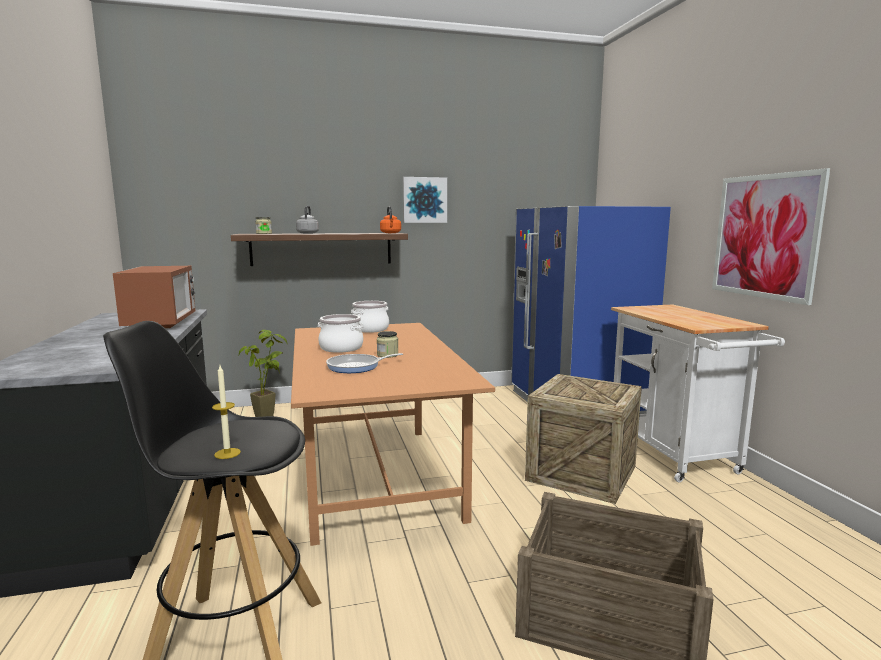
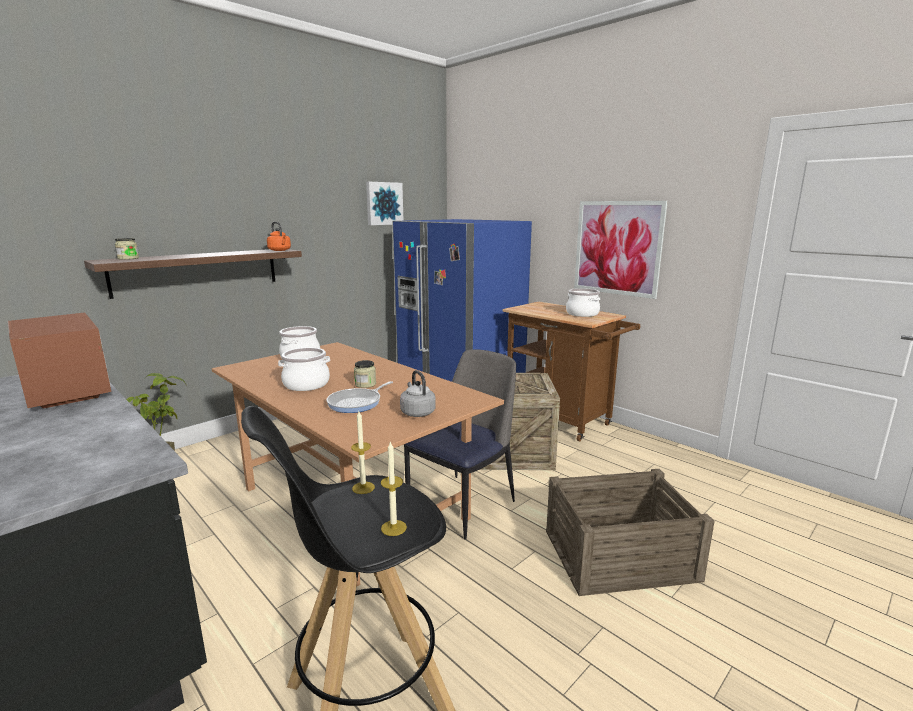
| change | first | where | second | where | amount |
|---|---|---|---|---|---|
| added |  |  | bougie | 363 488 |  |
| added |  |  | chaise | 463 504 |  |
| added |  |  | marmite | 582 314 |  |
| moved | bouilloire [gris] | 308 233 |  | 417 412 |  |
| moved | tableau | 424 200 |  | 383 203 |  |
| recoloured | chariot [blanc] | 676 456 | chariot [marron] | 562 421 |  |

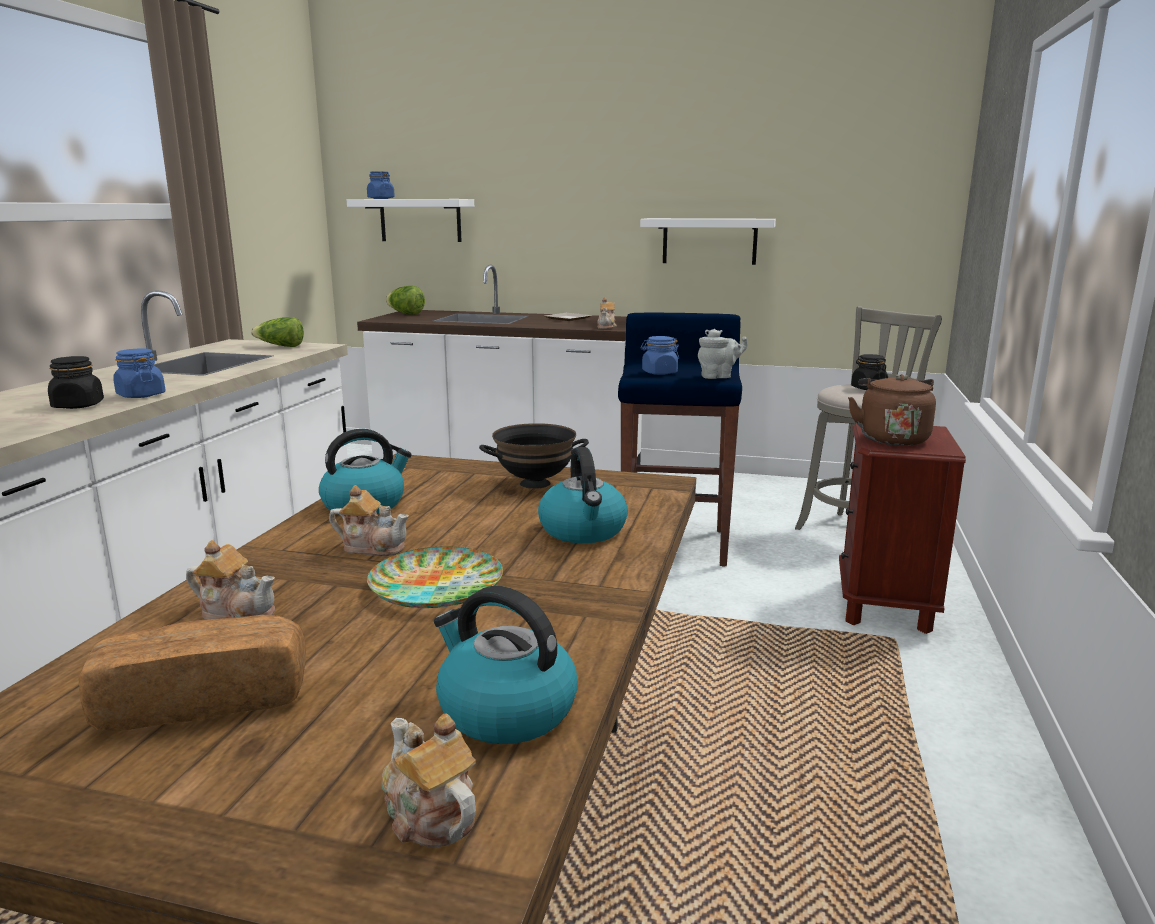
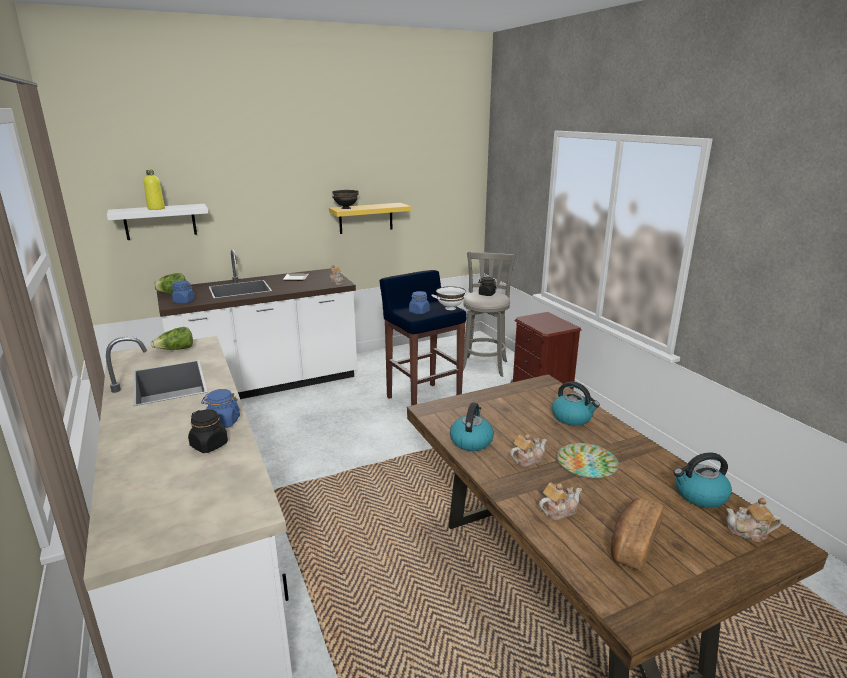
| change | first | where | second | where | amount |
|---|---|---|---|---|---|
| removed | bouilloire [marron] | 891 438 |  |  |  |
| added |  |  | bouteille [jaune] | 156 208 |  |
| moved | bocal [bleu] | 380 198 |  | 184 301 |  |
| moved | bol [noir] | 535 483 |  | 346 208 |  |
| replaced | théière [gris] | 718 377 | bol [blanc] | 450 308 |  |
| recoloured | étagère [blanc] | 709 241 | étagère [jaune] | 366 218 |  |

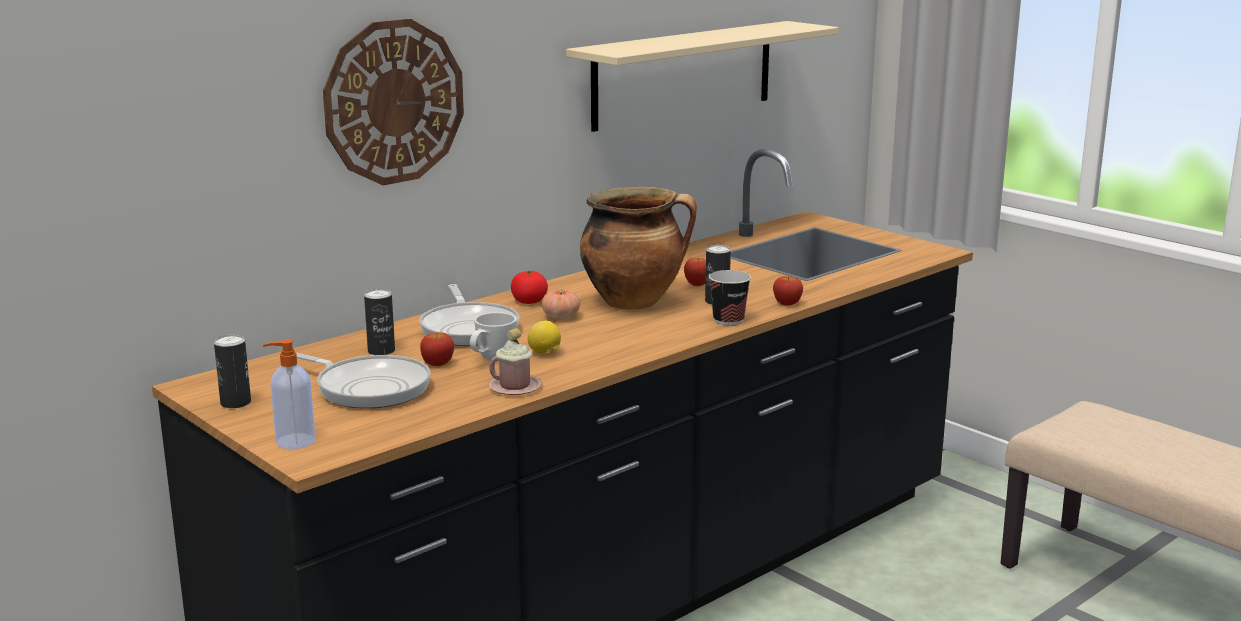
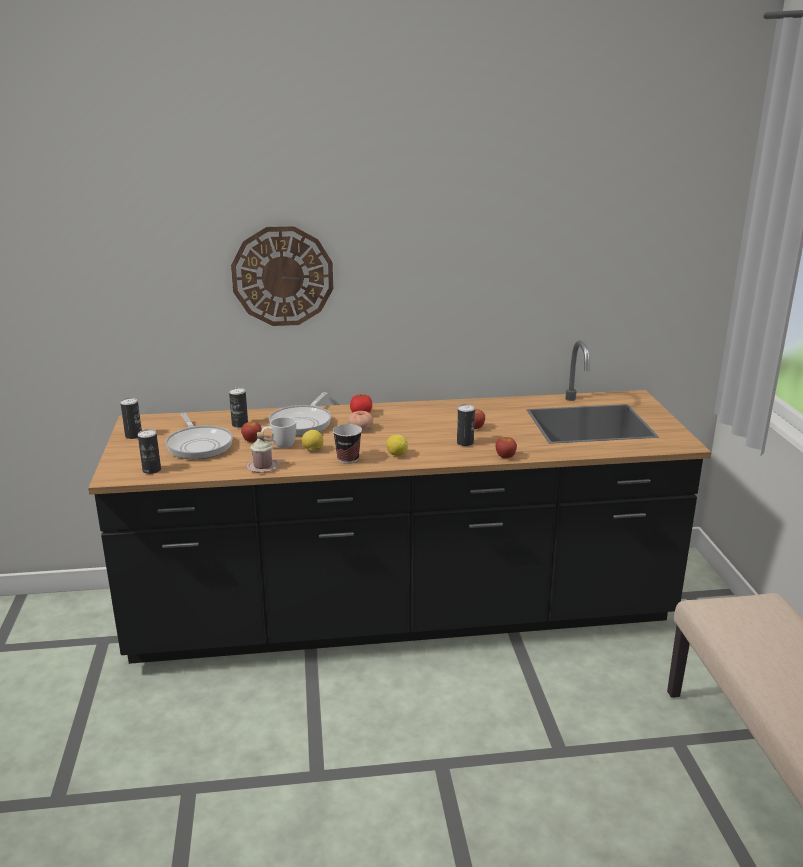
| change | first | where | second | where | amount |
|---|---|---|---|---|---|
| removed | distributeur de savon | 294 441 |  |  |  |
| removed | étagère [beige] | 683 74 |  |  |  |
| removed | marmite | 635 302 |  |  |  |
| added |  |  | boîte métallique | 151 470 |  |
| added |  |  | citron | 396 454 |  |
| moved | tasse | 728 320 |  | 348 459 |  |

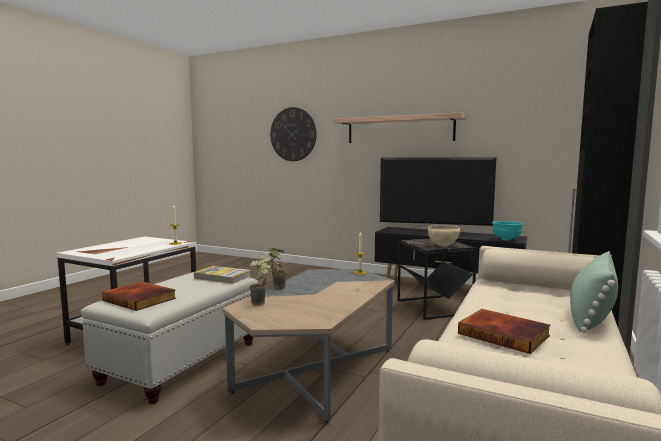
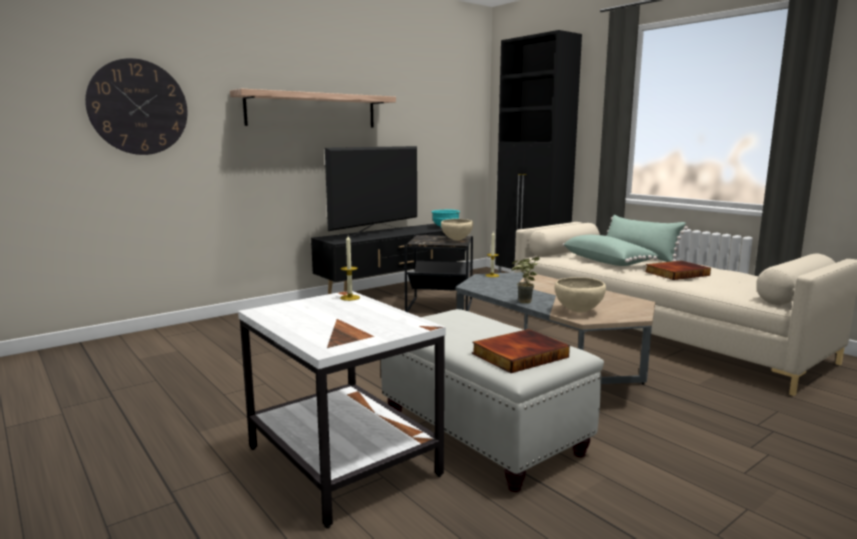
| change | first | where | second | where | amount |
|---|---|---|---|---|---|
| removed | livre | 222 277 |  |  |  |
| added |  |  | coussin [vert] | 607 262 |  |
| replaced | plante en pot | 261 304 | bol [beige] | 578 311 |  |

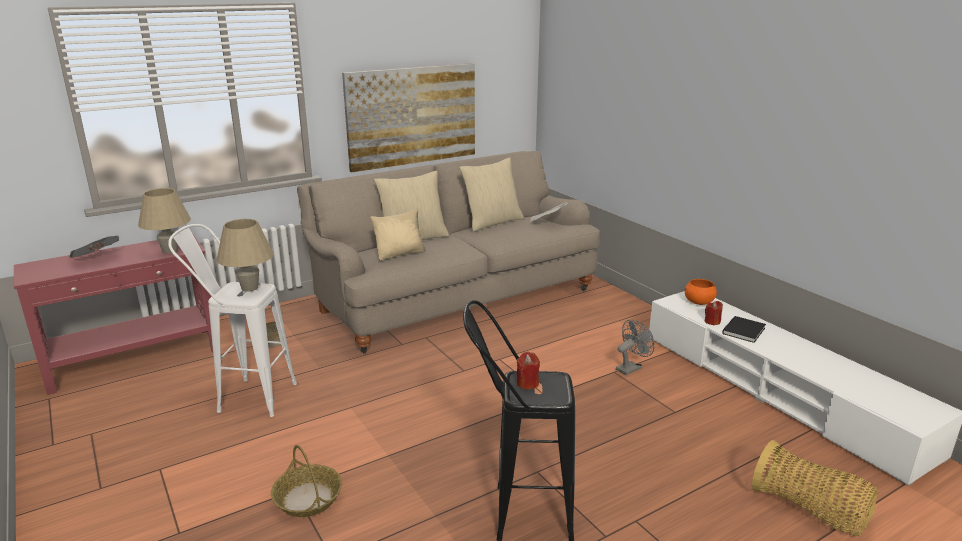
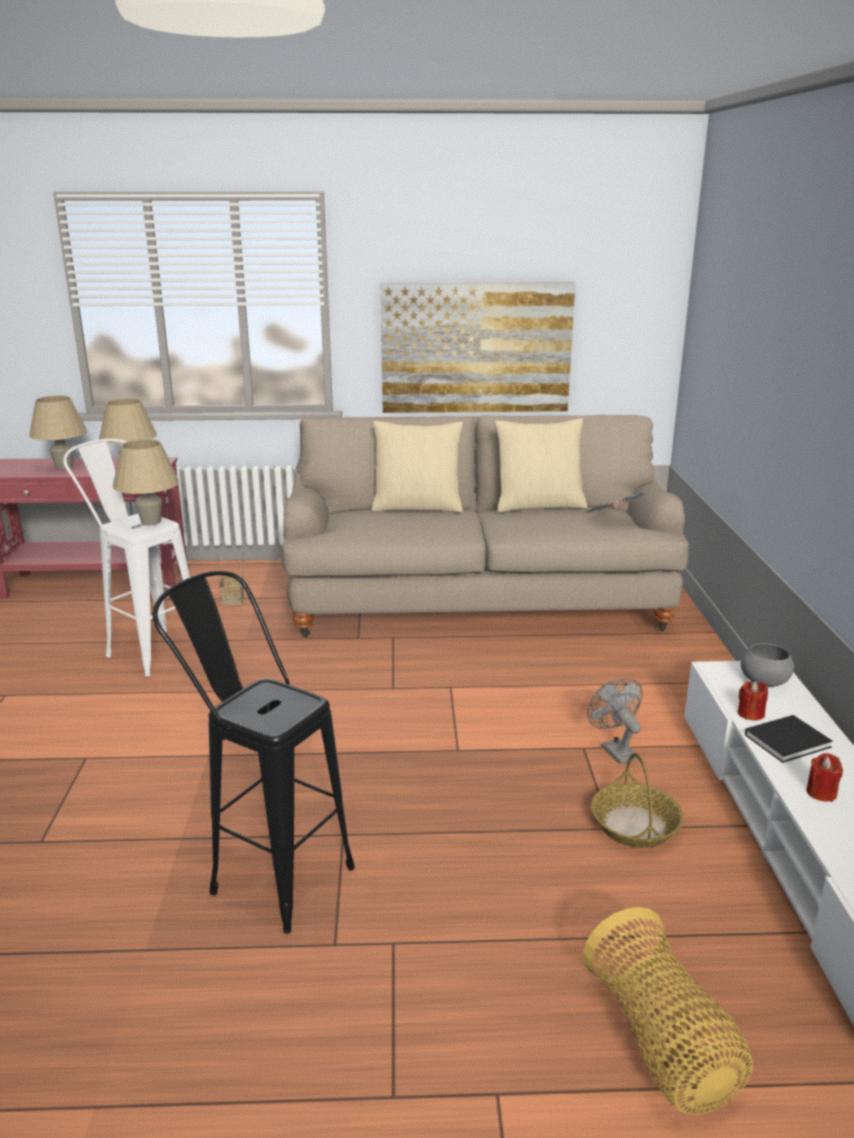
| change | first | where | second | where | amount |
|---|---|---|---|---|---|
| removed | coussin [beige] | 400 254 |  |  |  |
| moved | panier | 308 498 |  | 635 825 |  |
| moved | bougie [rouge] | 527 383 |  | 821 793 |  |
| replaced | journal | 97 259 | lampe de table [beige] | 64 466 |  |
| recoloured | bol [orange] | 699 302 | bol [gris] | 764 682 |  |
| turned | ventilateur [gris] | 631 367 |  | 614 750 | 105 degrees counterclockwise |

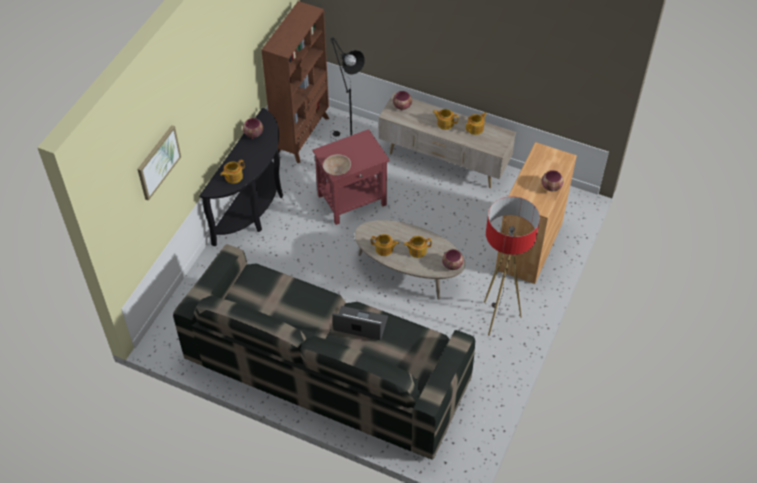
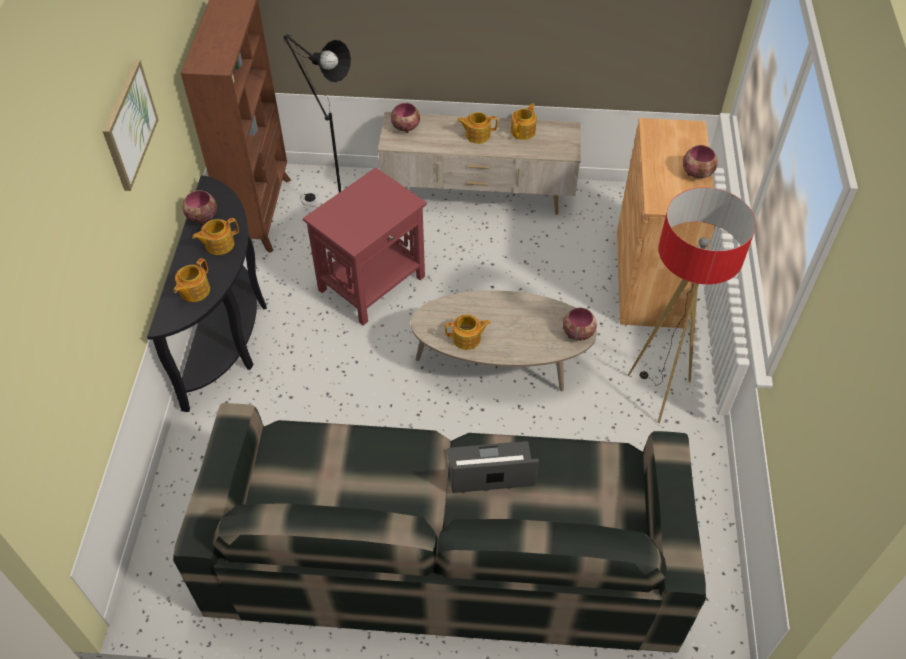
| change | first | where | second | where | amount |
|---|---|---|---|---|---|
| removed | bol [beige] | 336 170 |  |  |  |
| moved | tableau | 158 162 |  | 129 124 |  |
| moved | théière | 417 250 |  | 219 244 |  |

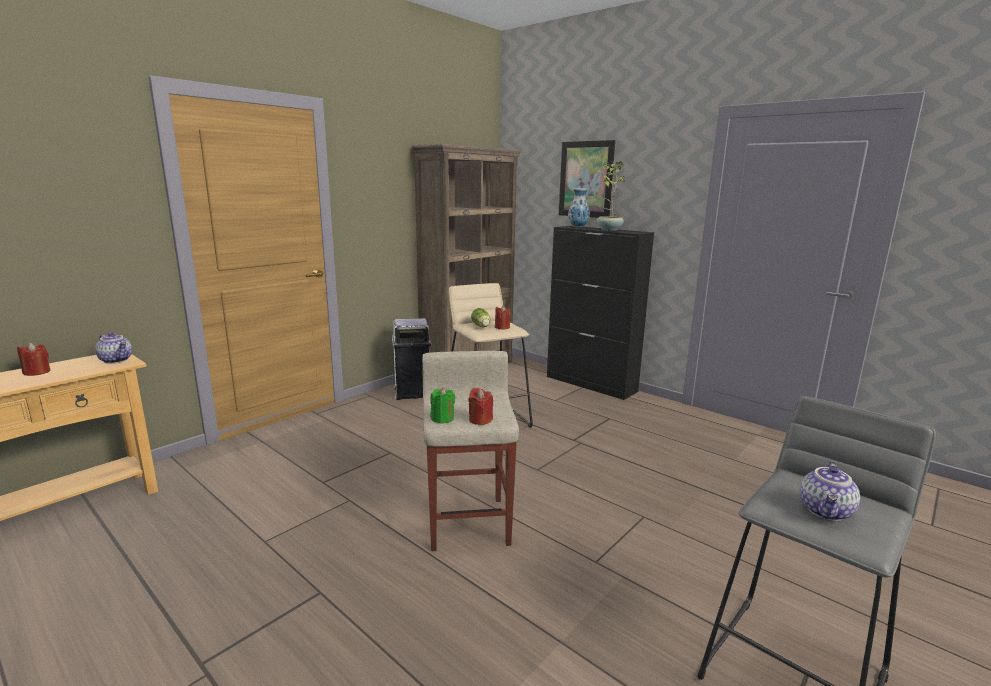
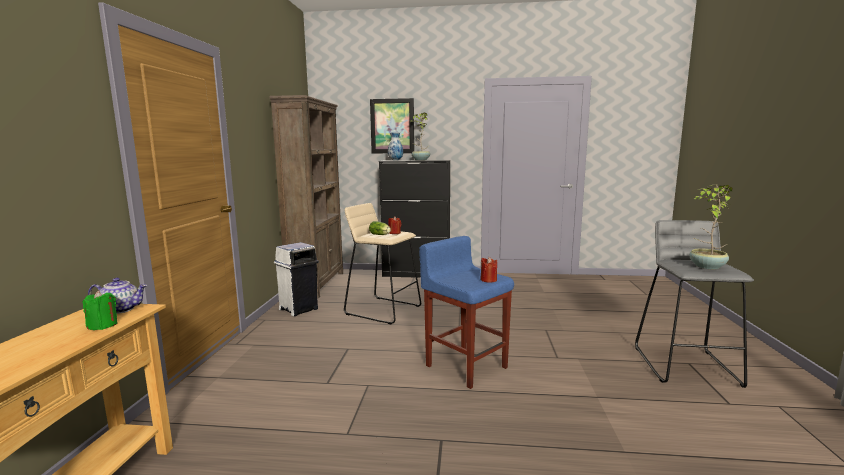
| change | first | where | second | where | amount |
|---|---|---|---|---|---|
| removed | bougie [rouge] | 37 372 |  |  |  |
| moved | bougie [vert] | 442 419 |  | 103 325 |  |
| replaced | théière | 827 512 | plante en pot | 706 267 |  |
| recoloured | tabouret [beige] | 468 522 | tabouret [bleu] | 465 366 |  |

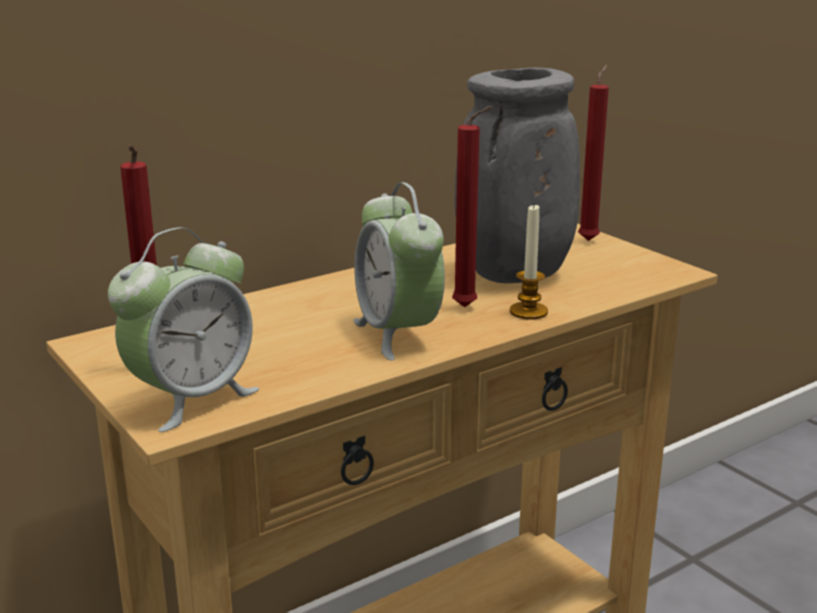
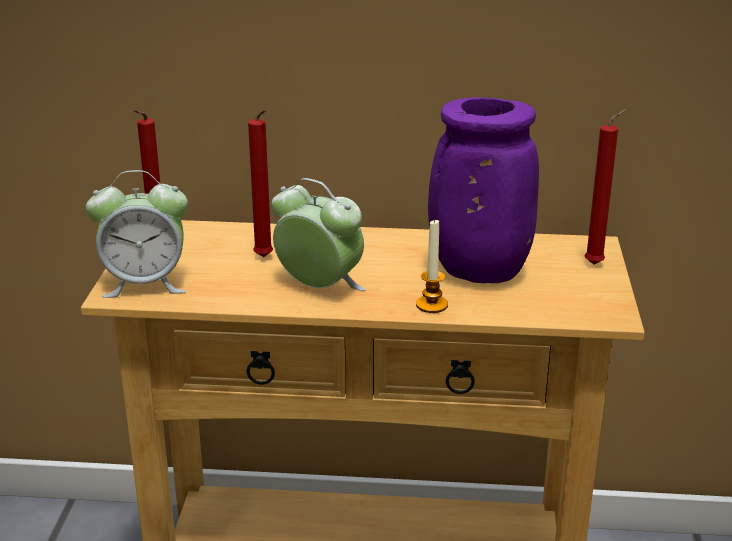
| change | first | where | second | where | amount |
|---|---|---|---|---|---|
| moved | bougie [rouge] | 468 307 |  | 265 258 |  |
| recoloured | vase [gris] | 513 275 | vase [violet] | 476 273 |  |
| turned | réveil | 398 334 |  | 319 288 | 105 degrees clockwise |

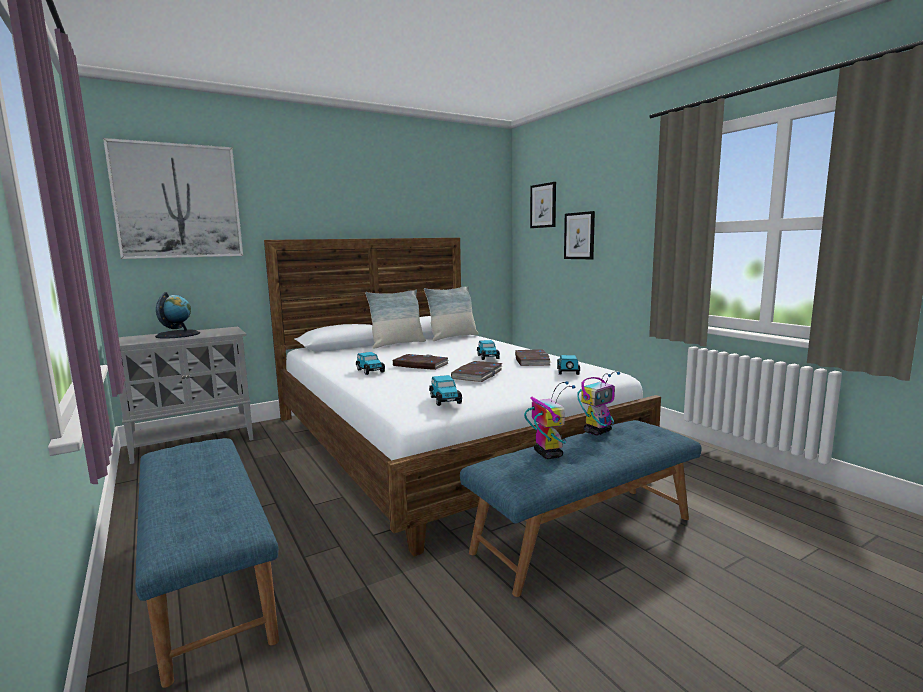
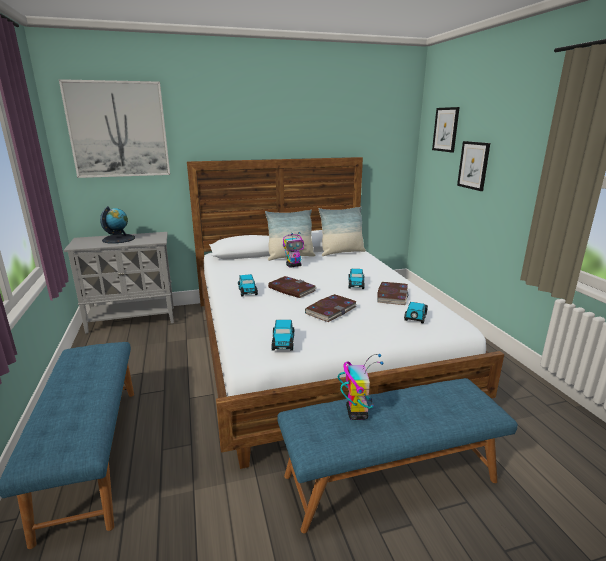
| change | first | where | second | where | amount |
|---|---|---|---|---|---|
| moved | robot jouet | 597 431 |  | 294 266 |  |

